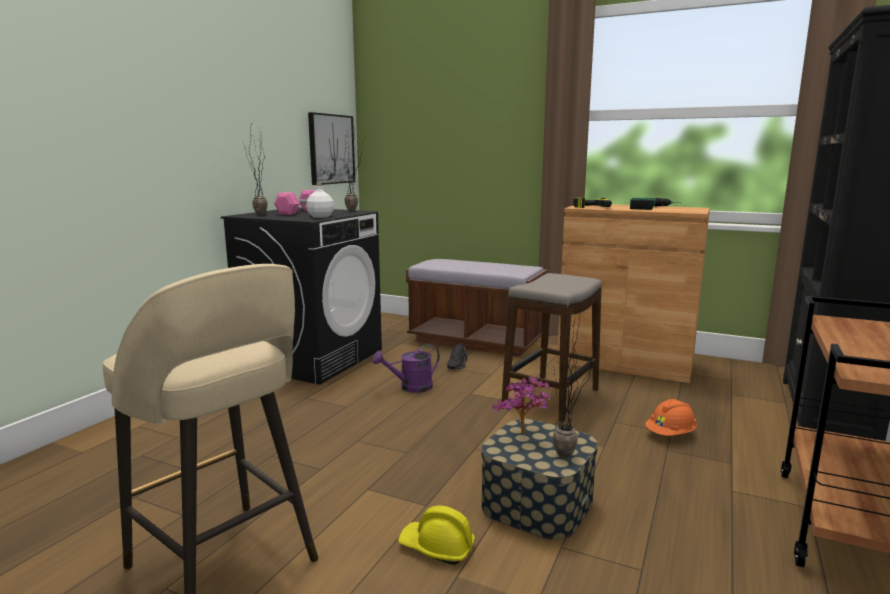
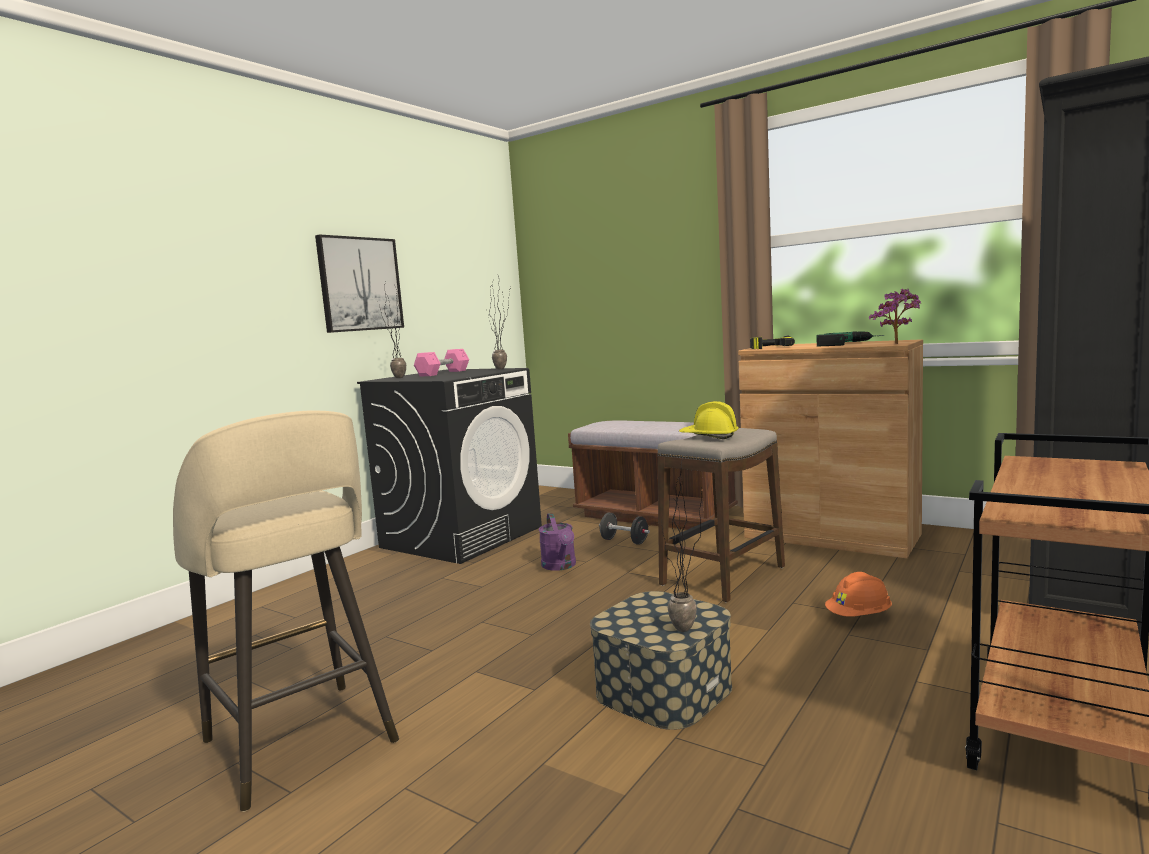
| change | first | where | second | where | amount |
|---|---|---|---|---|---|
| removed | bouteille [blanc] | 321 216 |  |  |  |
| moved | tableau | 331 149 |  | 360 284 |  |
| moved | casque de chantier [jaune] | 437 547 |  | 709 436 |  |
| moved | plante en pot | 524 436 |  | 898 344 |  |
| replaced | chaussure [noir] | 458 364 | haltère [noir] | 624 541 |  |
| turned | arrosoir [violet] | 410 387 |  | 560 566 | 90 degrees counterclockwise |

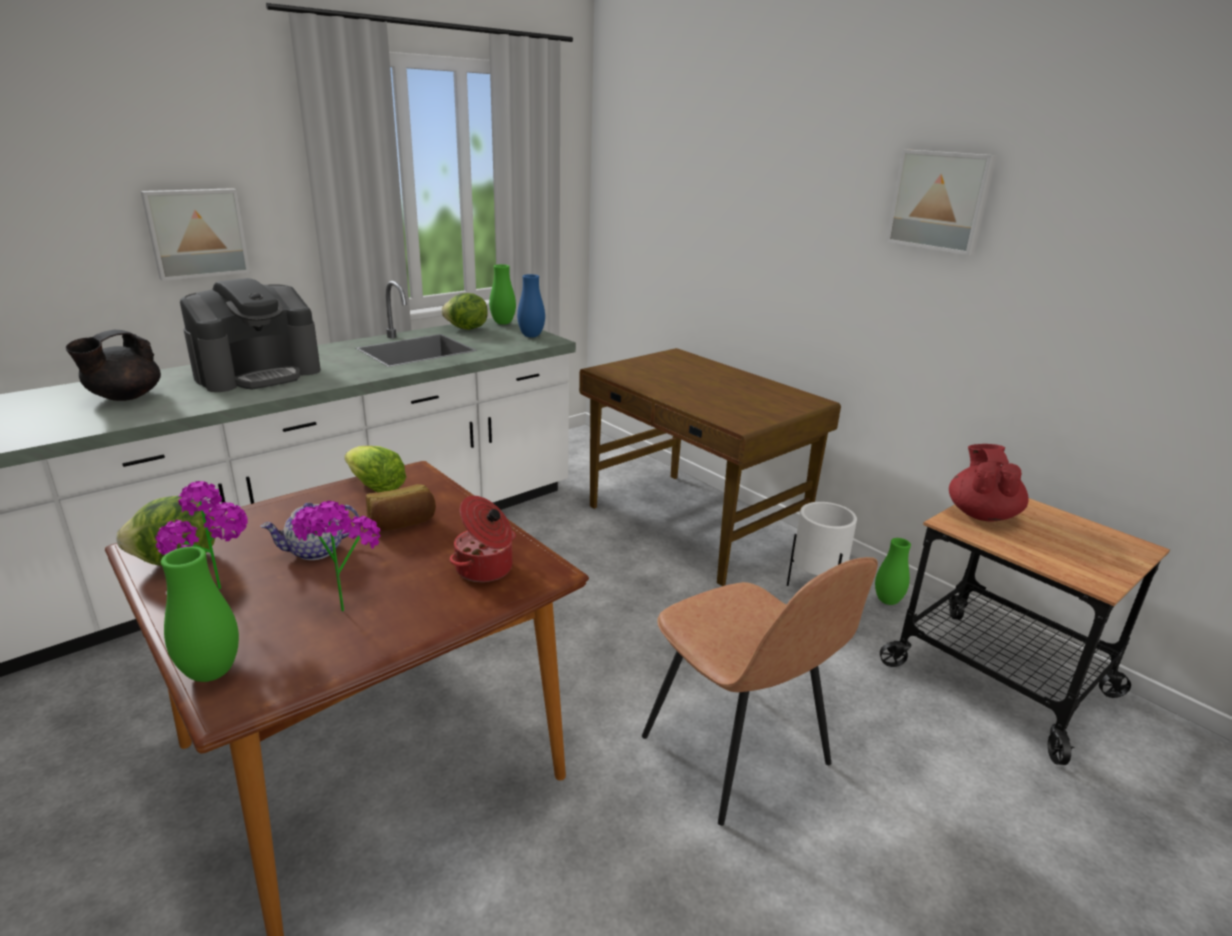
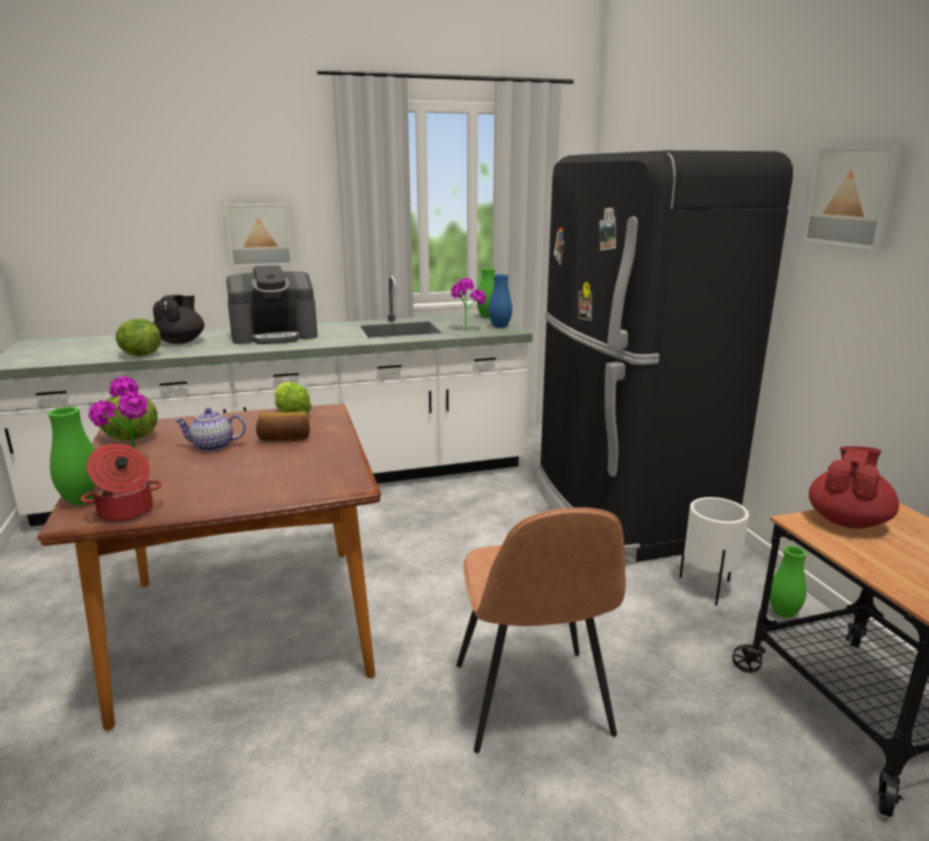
| change | first | where | second | where | amount |
|---|---|---|---|---|---|
| moved | plante en pot | 343 602 |  | 466 330 |  |
| moved | laitue | 466 329 |  | 139 355 |  |
| moved | marmite | 485 569 |  | 126 512 |  |
| replaced | bureau [marron] | 693 525 | réfrigérateur [noir] | 623 512 |  |
| turned | théière [noir] | 124 397 |  | 181 341 | 135 degrees clockwise |

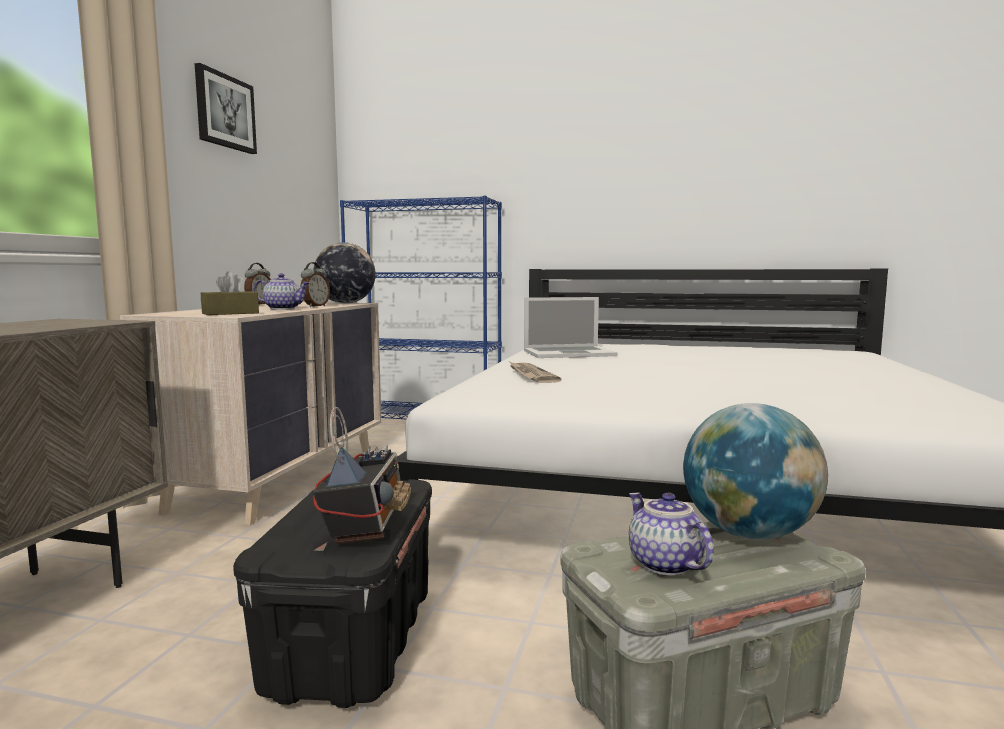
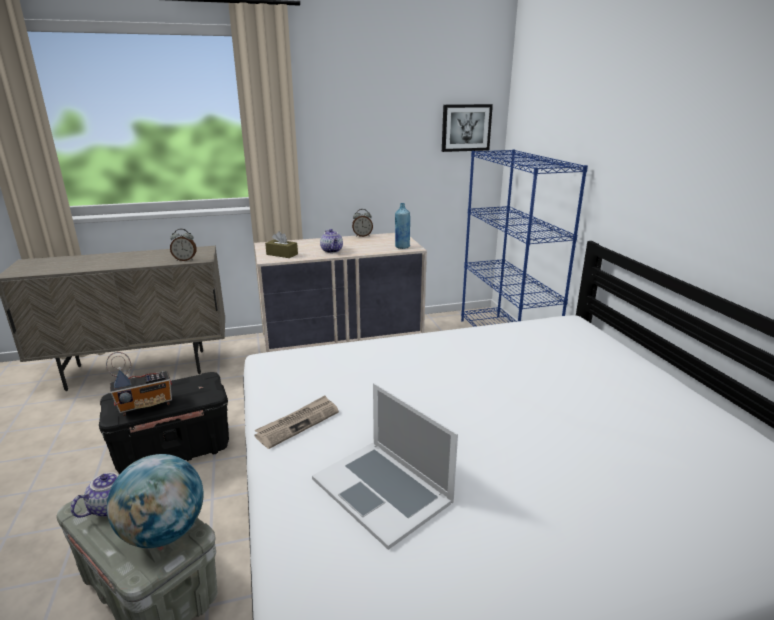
| change | first | where | second | where | amount |
|---|---|---|---|---|---|
| moved | tableau | 225 111 |  | 466 127 |  |
| moved | réveil | 315 306 |  | 185 260 |  |
| moved | journal | 531 375 |  | 298 423 |  |
| moved | ordinateur portable | 568 353 |  | 382 490 |  |
| replaced | globe | 345 303 | bouteille [bleu] | 402 247 |  |

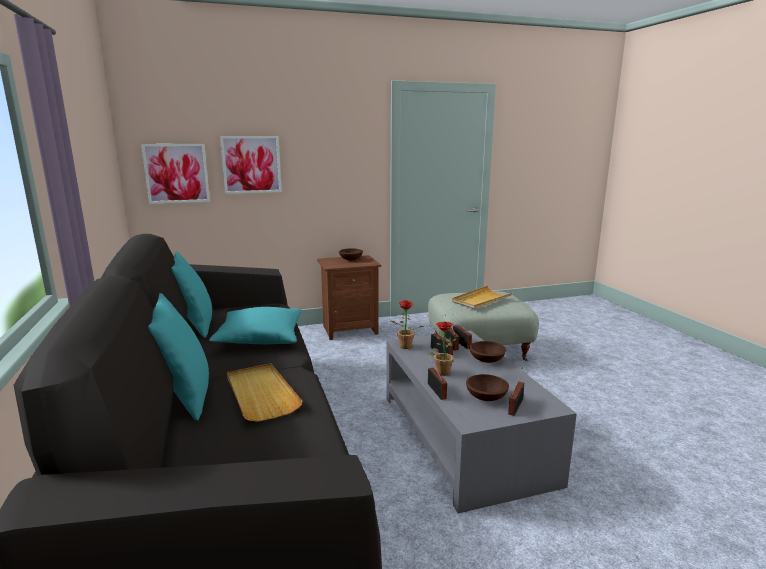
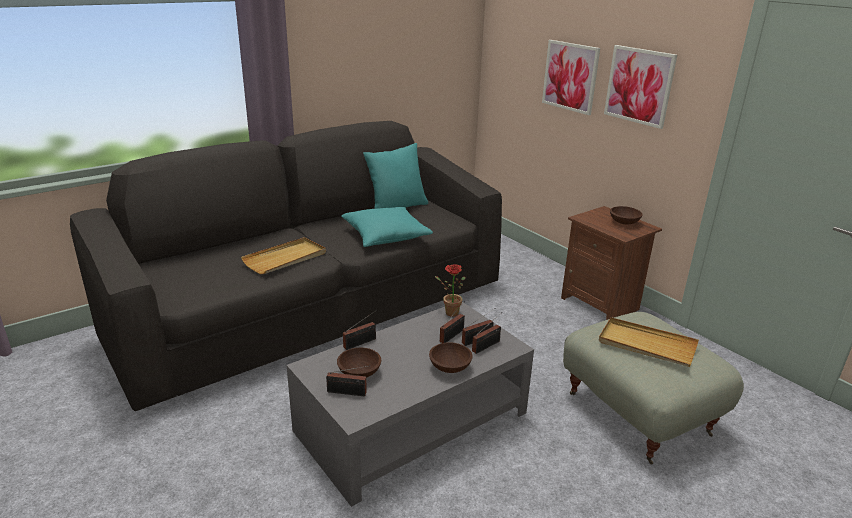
| change | first | where | second | where | amount |
|---|---|---|---|---|---|
| removed | coussin [turquoise] | 185 396 |  |  |  |
| removed | plante en pot | 441 371 |  |  |  |
| moved | tableau | 176 173 |  | 639 86 |  |

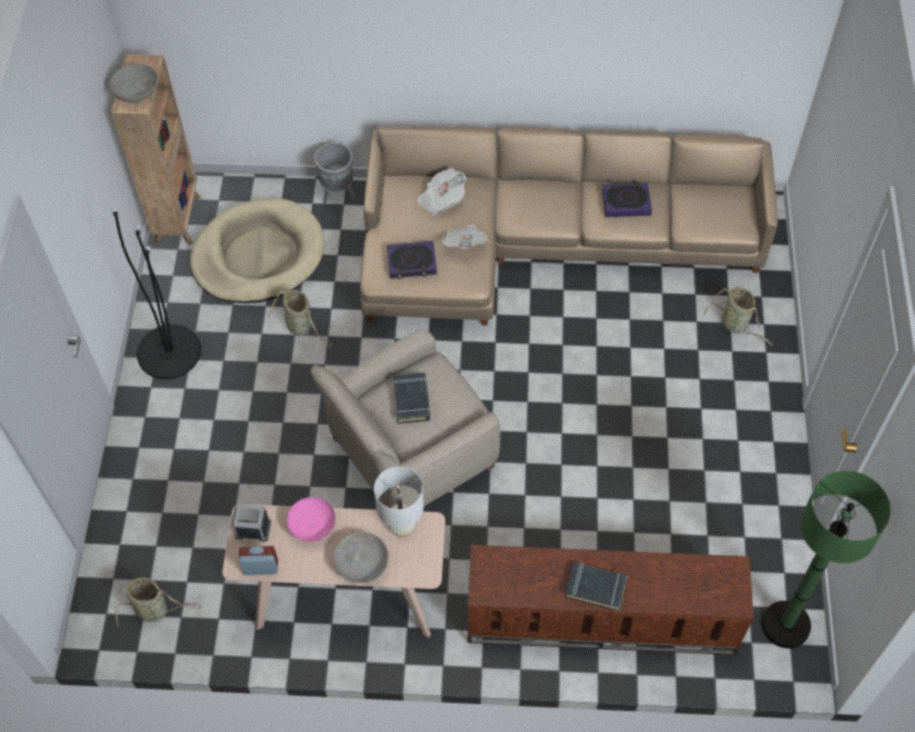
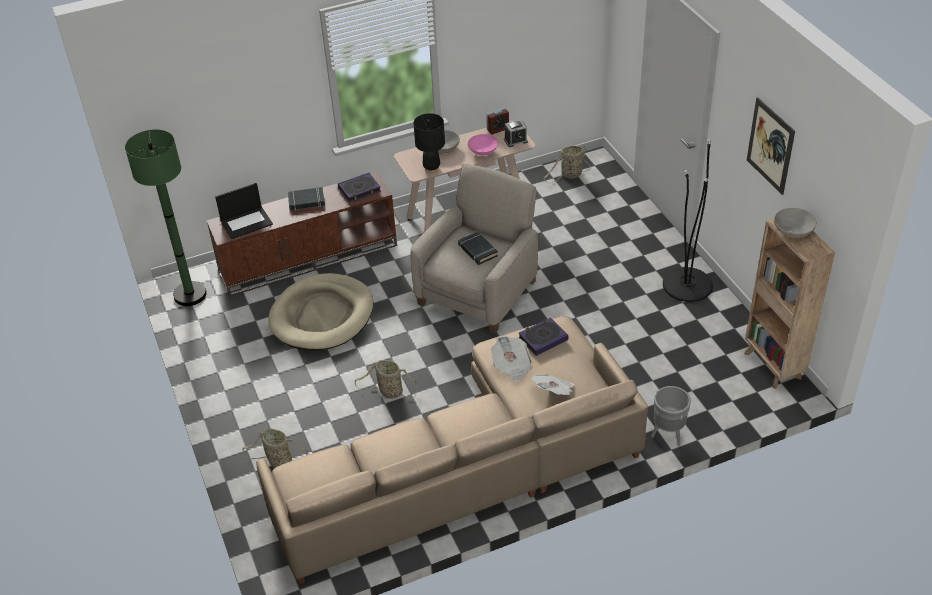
| change | first | where | second | where | amount |
|---|---|---|---|---|---|
| added |  |  | ordinateur portable | 247 222 |  |
| added |  |  | tableau | 770 146 |  |
| moved | panier pour chien [beige] | 258 255 |  | 322 316 |  |
| moved | panier | 301 327 |  | 389 392 |  |
| moved | livre | 626 202 |  | 359 190 |  |
| recoloured | lampe de table [blanc] | 402 527 | lampe de table [noir] | 431 168 |  |

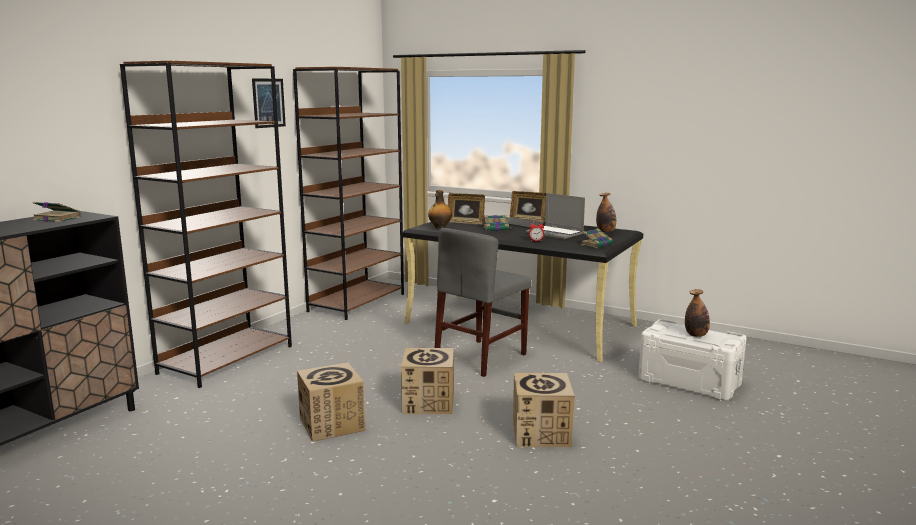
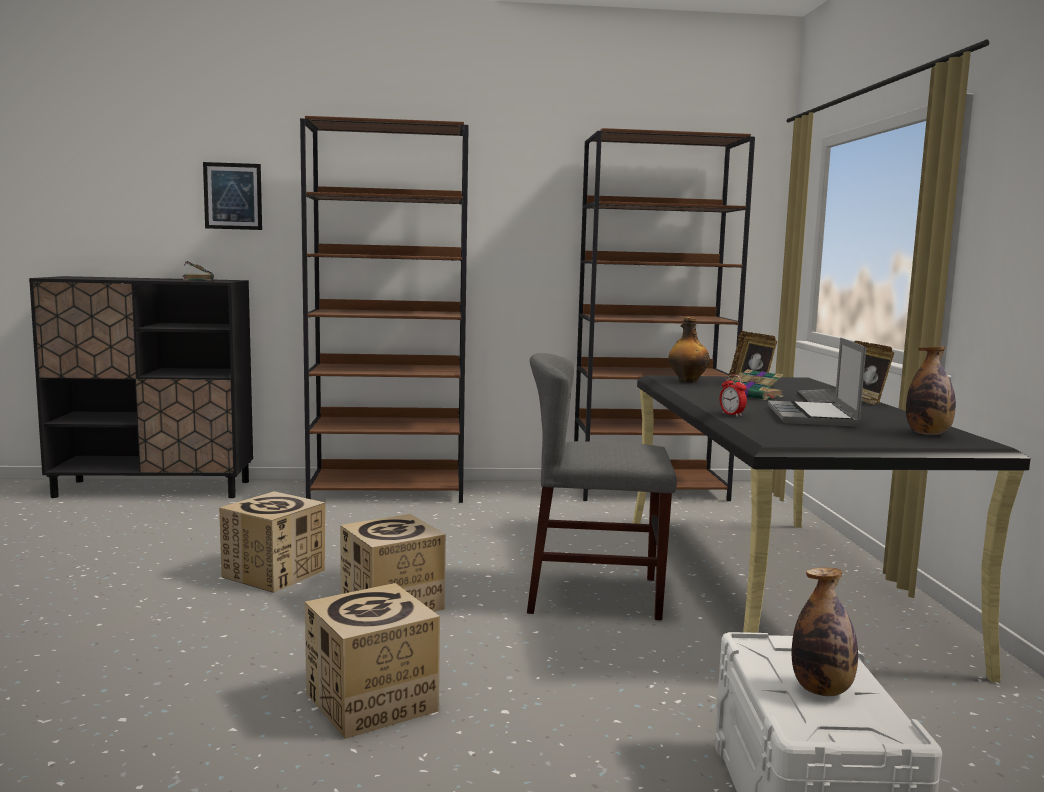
| change | first | where | second | where | amount |
|---|---|---|---|---|---|
| removed | livre | 597 244 |  |  |  |
| moved | tableau | 268 103 |  | 233 196 |  |

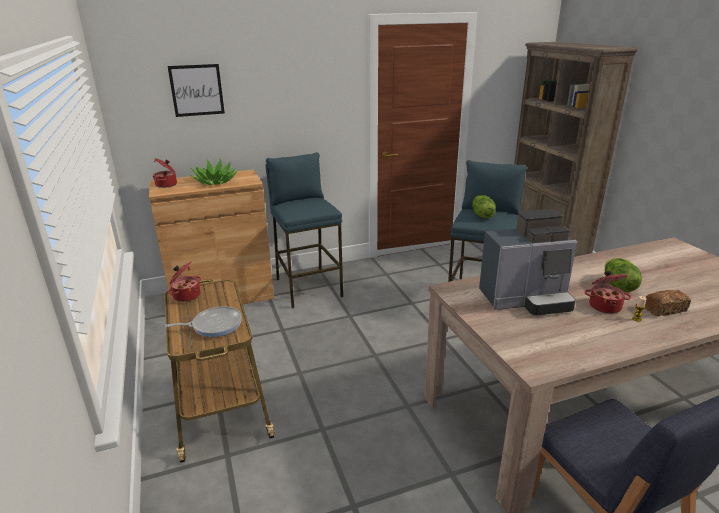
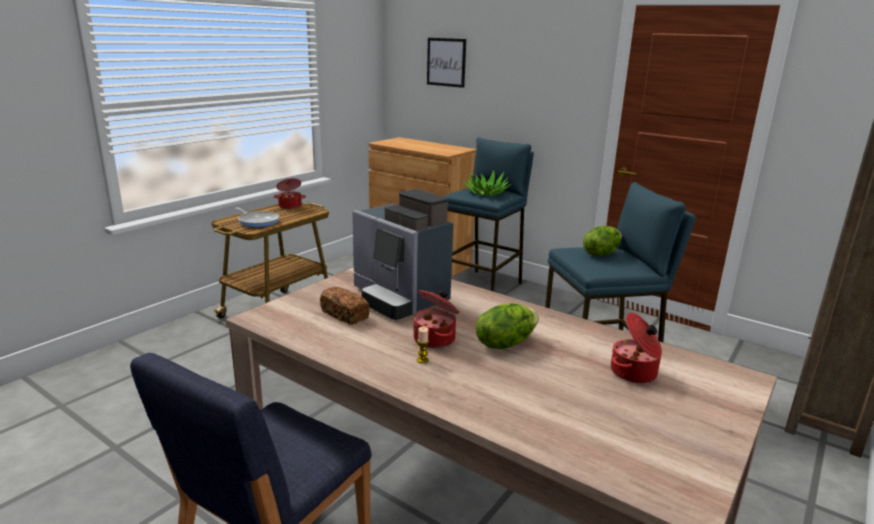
| change | first | where | second | where | amount |
|---|---|---|---|---|---|
| moved | marmite | 167 184 |  | 634 373 |  |
| moved | plante en pot | 215 181 |  | 486 193 |  |
| moved | pain | 664 309 |  | 345 315 |  |

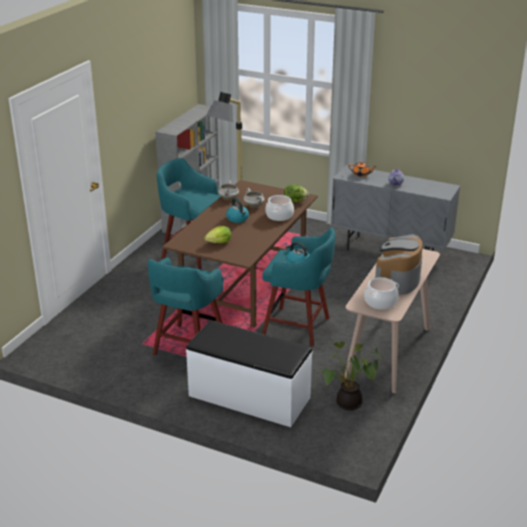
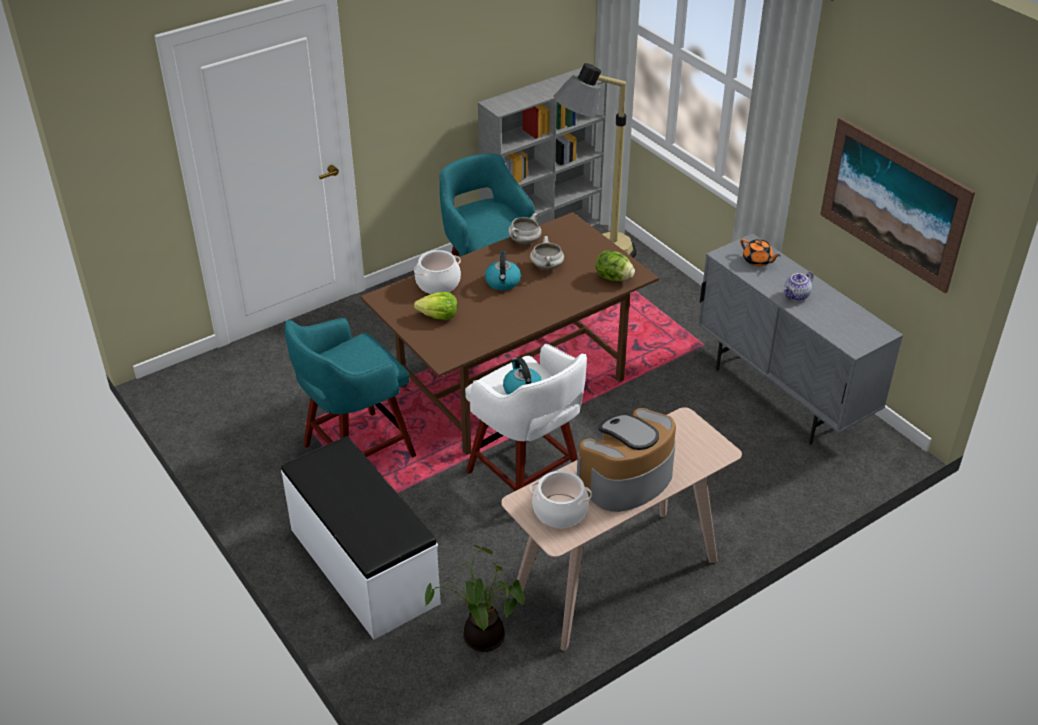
| change | first | where | second | where | amount |
|---|---|---|---|---|---|
| added |  |  | tableau | 893 203 |  |
| moved | marmite | 279 215 |  | 438 283 |  |
| recoloured | tabouret [turquoise] | 298 327 | tabouret [blanc] | 526 479 |  |

